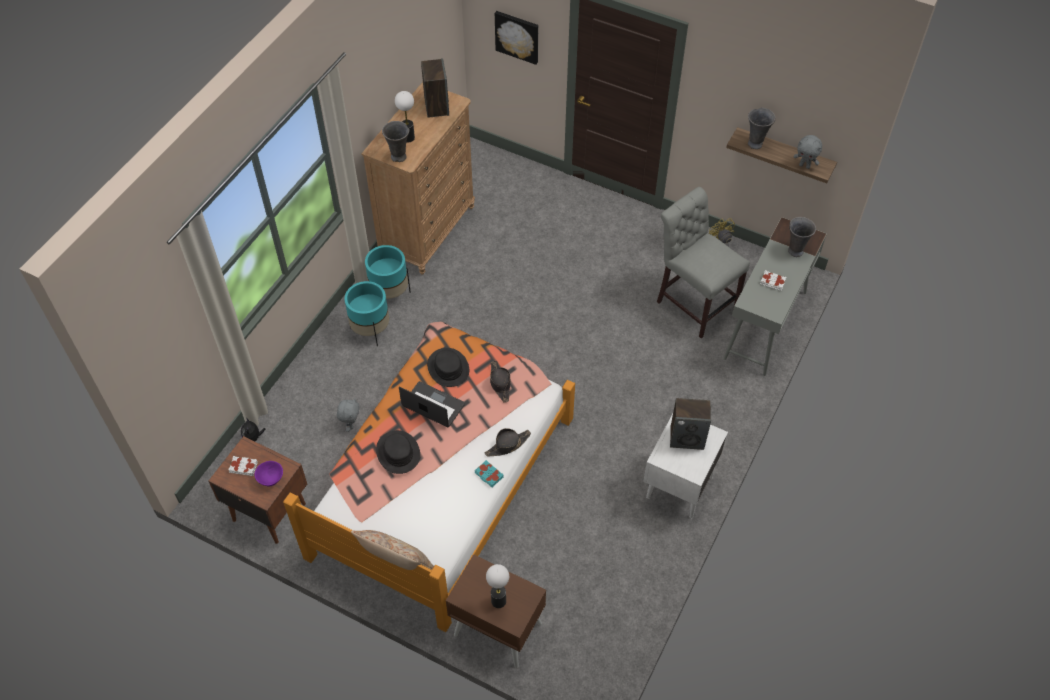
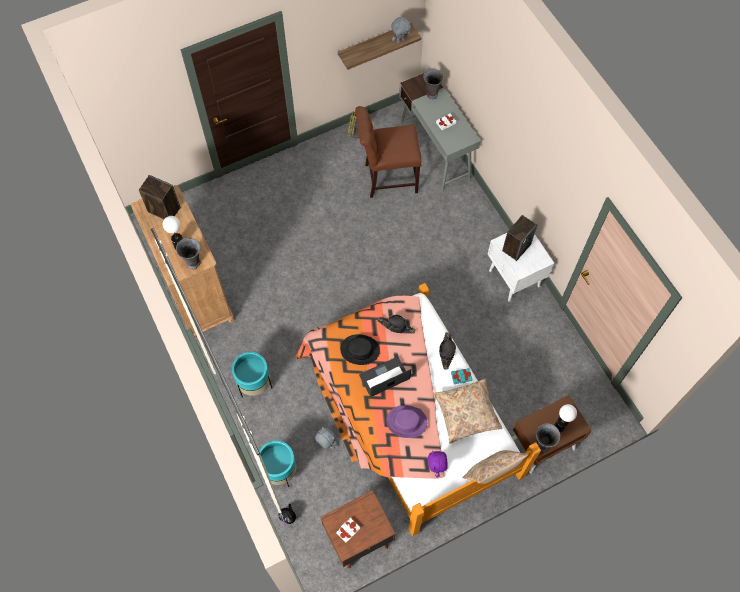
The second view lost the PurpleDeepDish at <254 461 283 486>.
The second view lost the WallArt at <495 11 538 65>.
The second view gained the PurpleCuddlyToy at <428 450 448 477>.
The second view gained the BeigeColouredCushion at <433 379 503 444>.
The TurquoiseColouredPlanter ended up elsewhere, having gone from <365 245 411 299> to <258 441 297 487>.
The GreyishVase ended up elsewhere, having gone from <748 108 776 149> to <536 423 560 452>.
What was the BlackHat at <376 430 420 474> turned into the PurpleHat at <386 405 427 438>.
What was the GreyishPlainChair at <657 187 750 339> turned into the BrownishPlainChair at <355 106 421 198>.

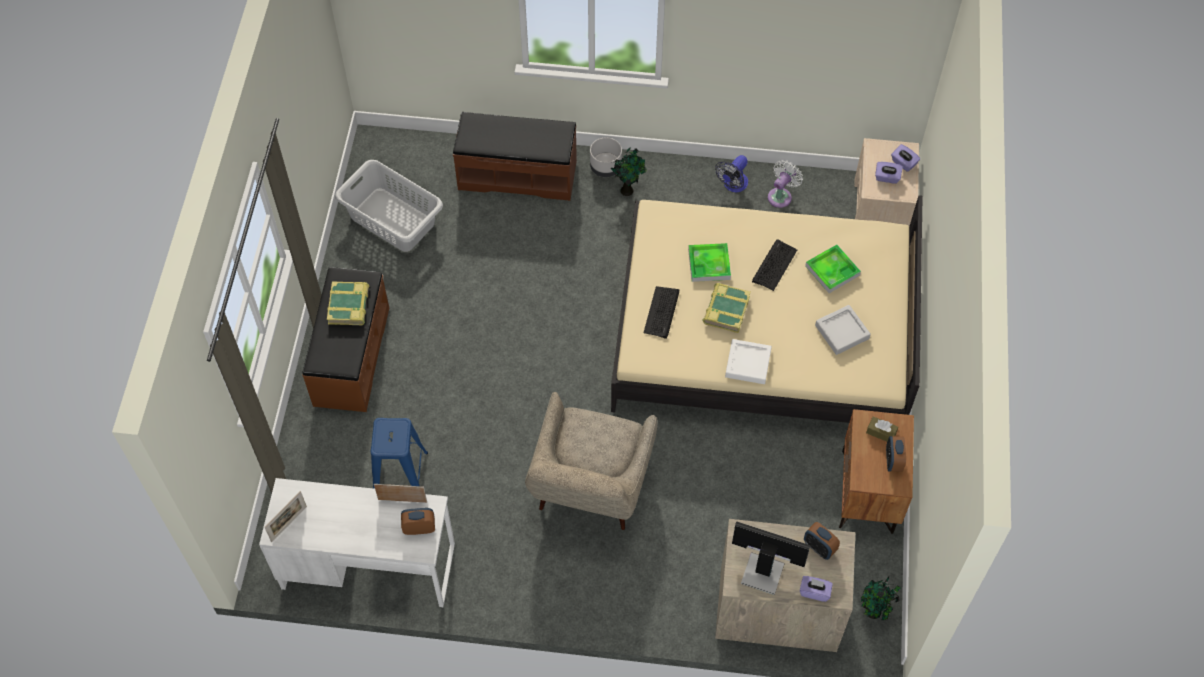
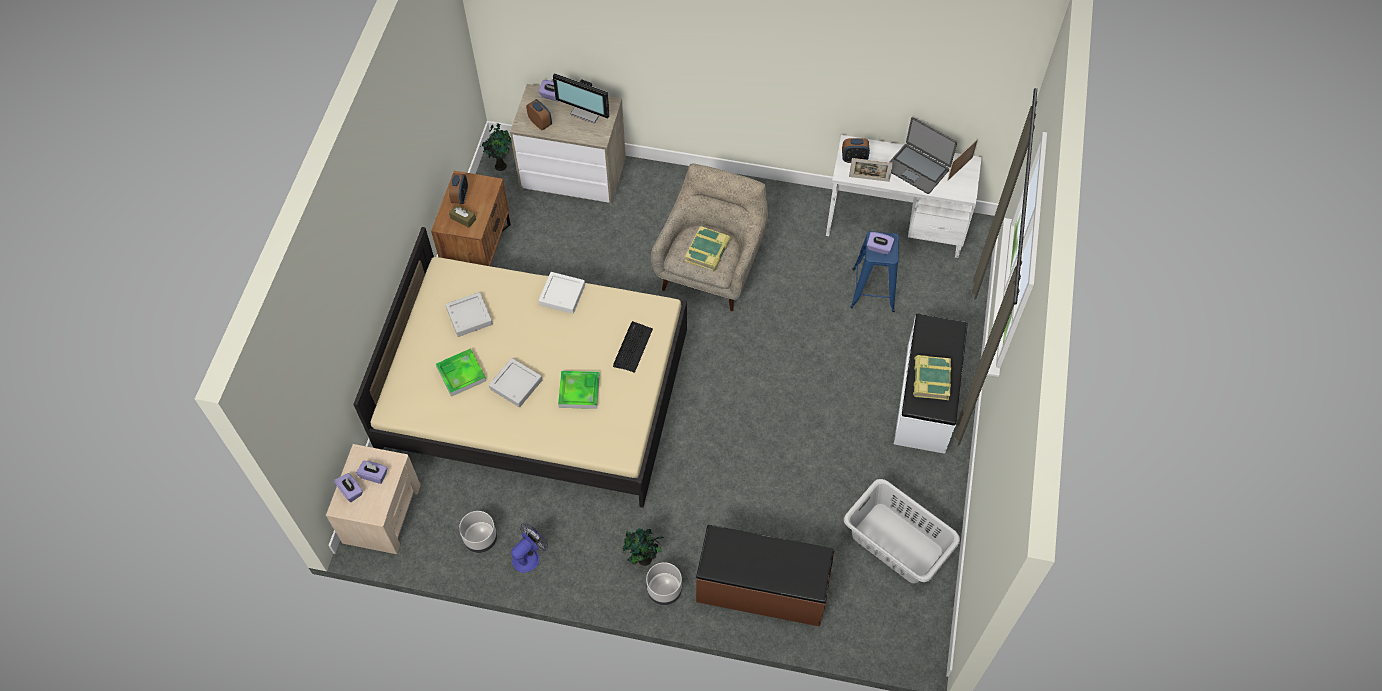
The second view gained the PurpleTissueHolder at <867 232 894 255>.
The second view gained the NotebookComputer at <889 117 957 194>.
The Book ended up elsewhere, having gone from <703 283 751 333> to <685 226 731 271>.
Where the PcKeyboard stood at <752 239 797 291>, the GreyishTray came to stand at <489 358 542 407>.
Where the WhiteElectricFan stood at <768 160 803 208>, the GreyishPlanter came to stand at <459 511 497 553>.
What was the BrownishBench at <303 267 390 412> turned into the WhiteBench at <894 314 968 454>.

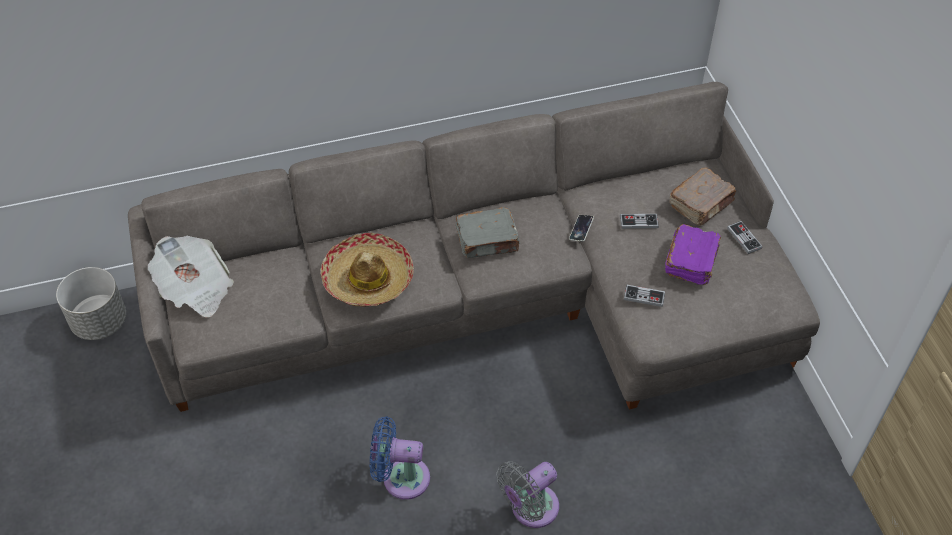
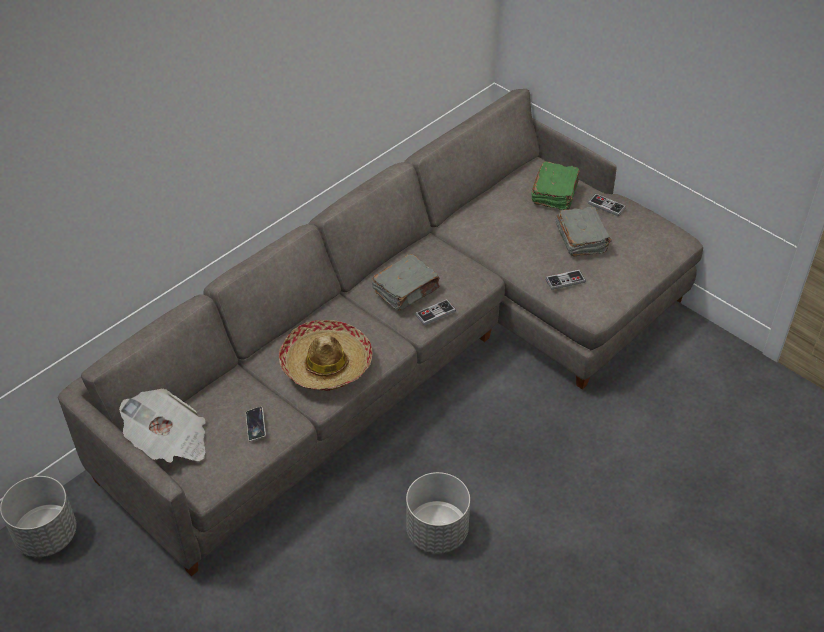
The second view lost the GreyishElectricFan at <496 461 559 528>.
The Phone ended up elsewhere, having gone from <569 215 594 242> to <246 407 266 441>.
The GameController ended up elsewhere, having gone from <620 214 659 229> to <415 299 456 325>.
Where the BlueElectricFan stood at <370 416 430 500>, the GreyishPlanter came to stand at <406 472 470 554>.
What was the PurpleBook at <665 224 721 285> turned into the GreyishBook at <555 206 612 256>.
What was the BrownishBook at <669 168 736 226> turned into the GreenColouredBook at <531 161 580 210>.

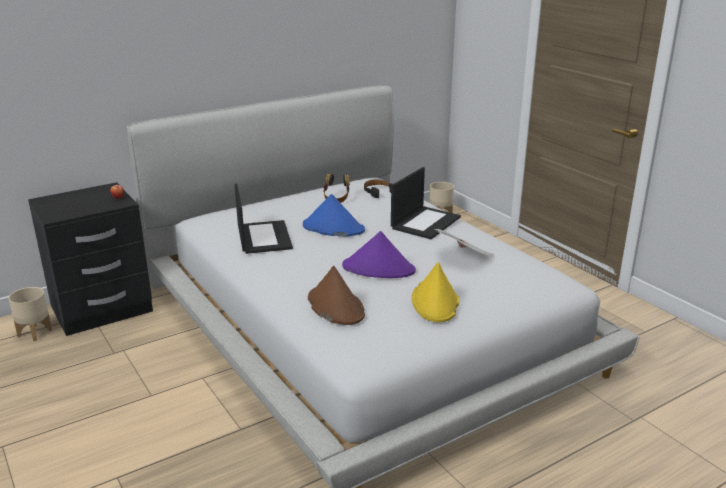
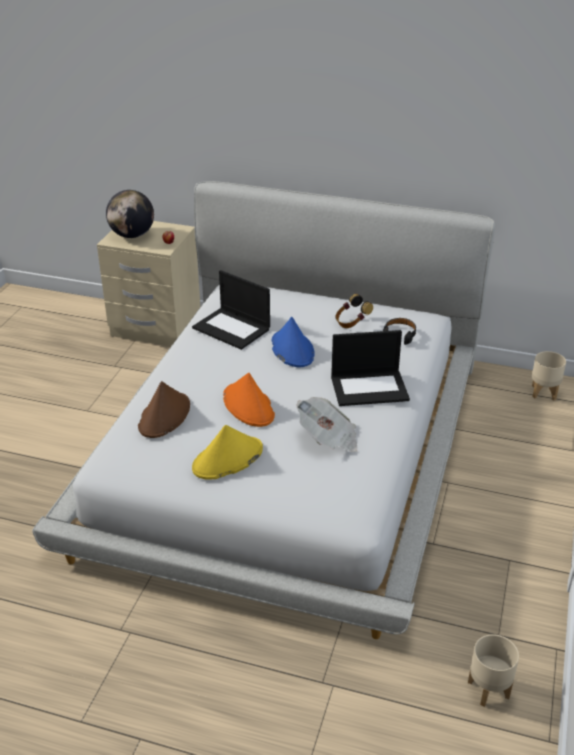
The second view gained the DeskGlobe at <106 190 154 238>.
The BeigeColouredPlanter ended up elsewhere, having gone from <9 287 52 341> to <468 635 519 707>.
What was the BlackNightstand at <28 182 153 336> turned into the BeigeColouredNightstand at <97 221 200 347>.
What was the PurpleHat at <342 231 416 278> turned into the OrangeyHat at <223 373 275 427>.
The NotebookComputer at <235 183 293 254> ended up facing another way, 90 degrees clockwise from before.

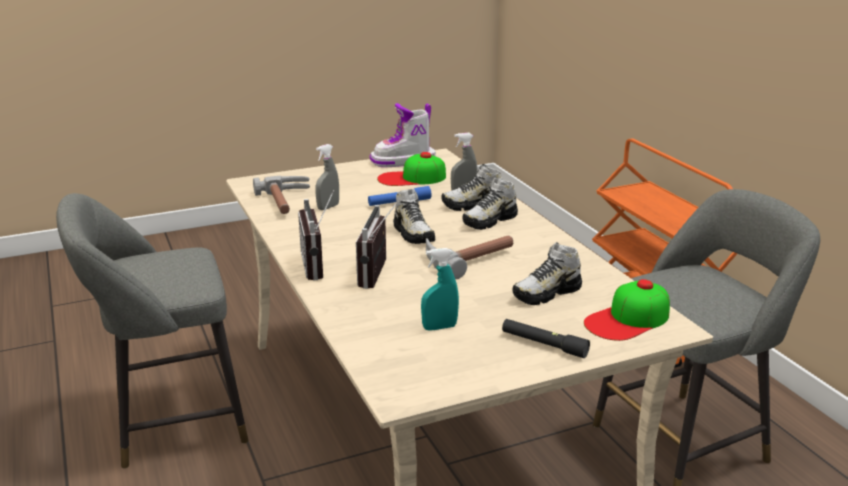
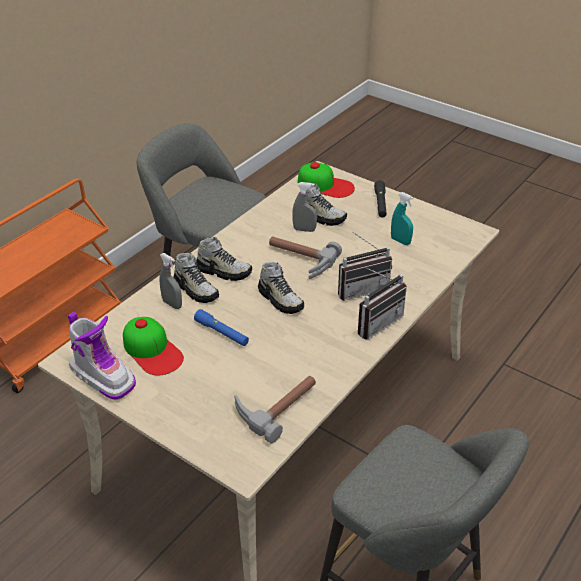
The GreyishHandSprayer ended up elsewhere, having gone from <315 144 339 210> to <292 182 317 232>.
The LowShoe at <393 189 435 244> ended up facing another way, 105 degrees clockwise from before.

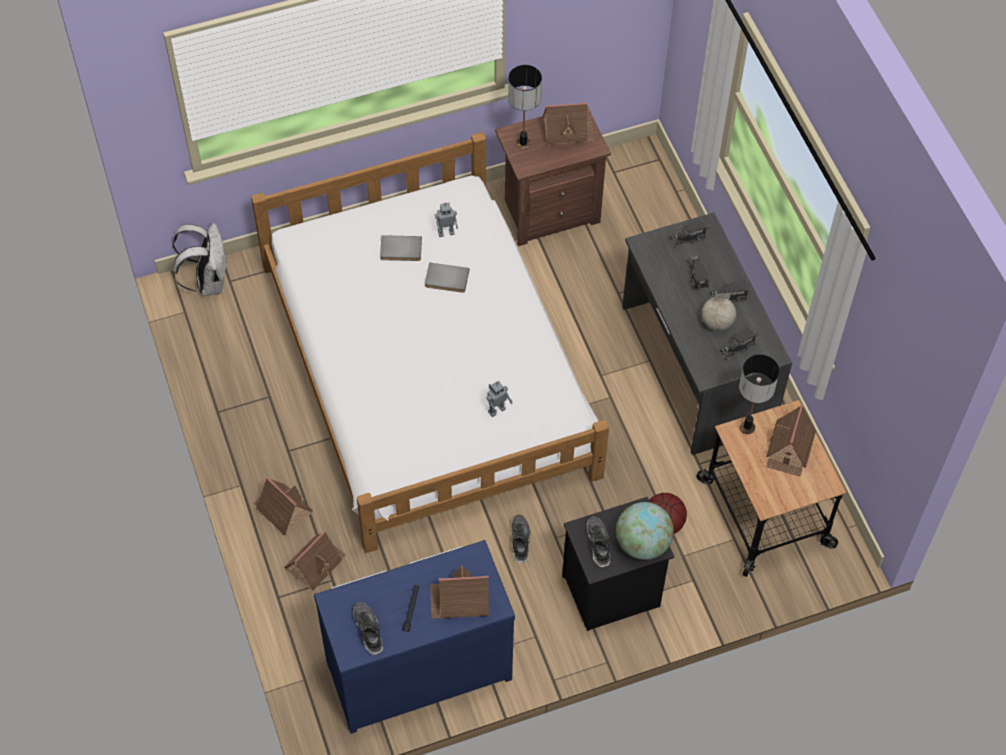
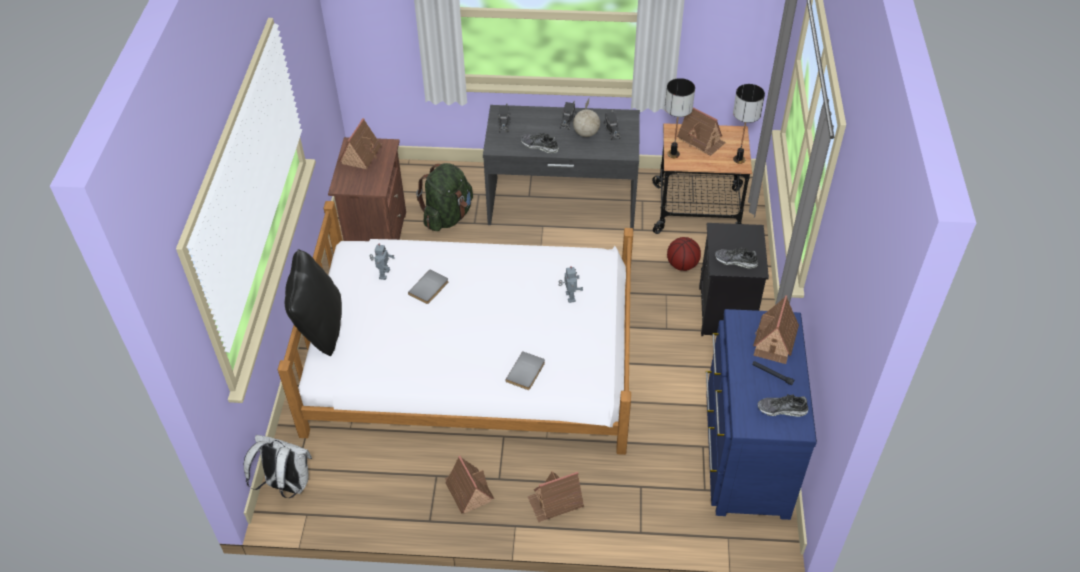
The second view lost the DeskGlobe at <616 502 674 560>.
The second view lost the ToyLorry at <688 256 709 290>.
The second view gained the BlackCushion at <285 249 342 356>.
The second view gained the GreenColouredKnapsack at <416 163 473 231>.
The MiniatureHouse ended up elsewhere, having gone from <284 530 346 590> to <445 456 494 514>.
The GreyishBook ended up elsewhere, having gone from <380 235 422 261> to <506 351 545 390>.
The LampForATable ended up elsewhere, having gone from <508 65 542 149> to <733 84 765 164>.
The LowShoe ended up elsewhere, having gone from <512 514 531 563> to <521 133 559 153>.

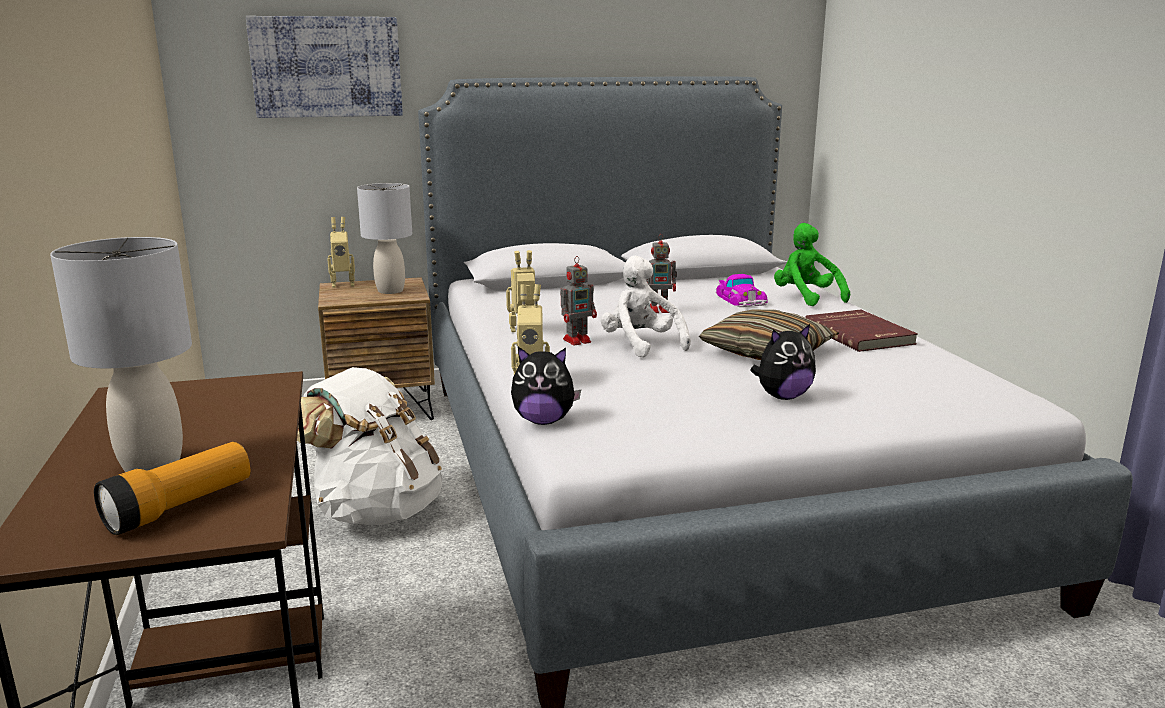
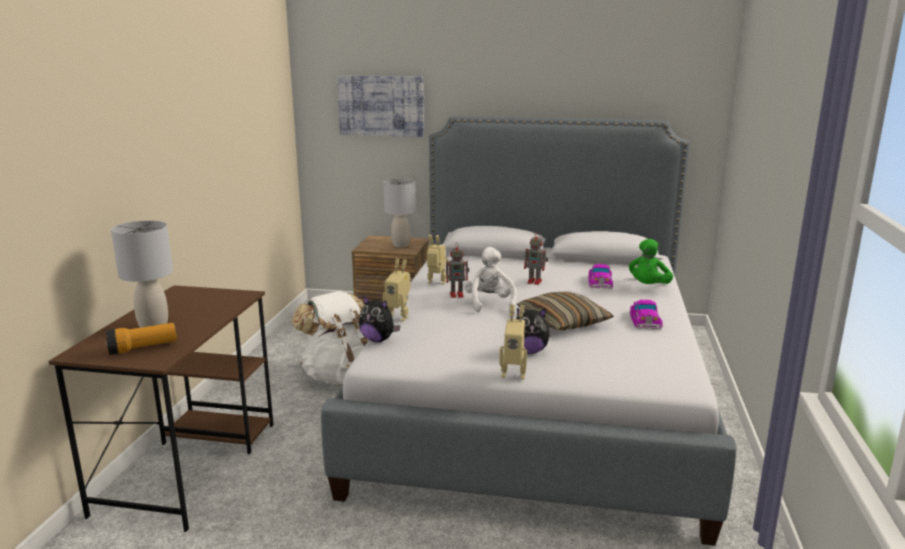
The RobotFigure ended up elsewhere, having gone from <327 217 355 288> to <499 305 527 379>.
Where the RedColouredBook stood at <805 310 918 352>, the MiniatureCar came to stand at <630 300 663 329>.
The GreenColouredCuddlyToy at <774 223 850 306> ended up facing another way, 150 degrees counterclockwise from before.

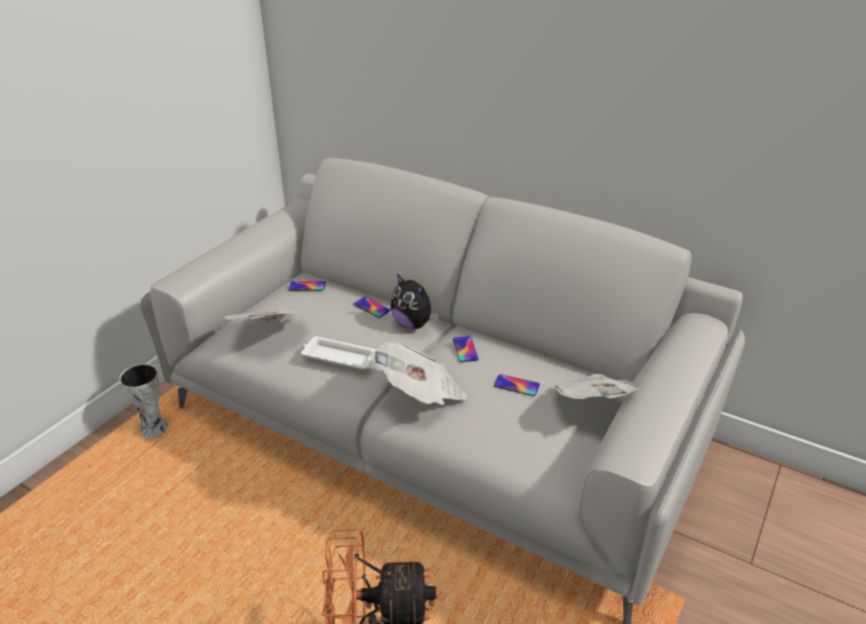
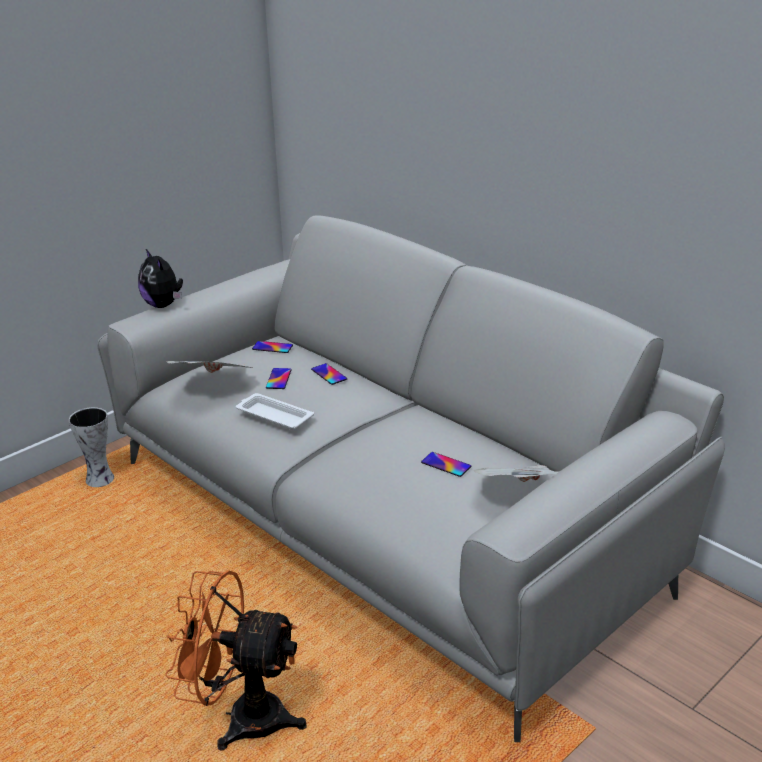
The second view lost the PrintedPaper at <370 341 468 405>.
The CuddlyToy ended up elsewhere, having gone from <390 274 439 329> to <138 249 183 308>.
The Phone ended up elsewhere, having gone from <453 336 479 362> to <266 368 292 389>.

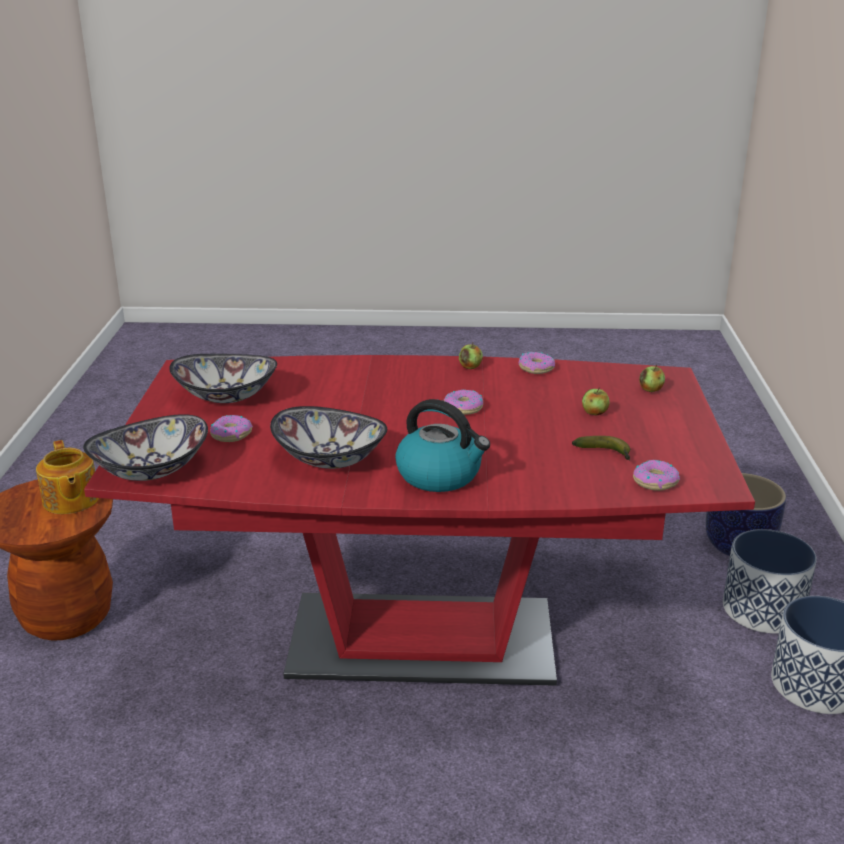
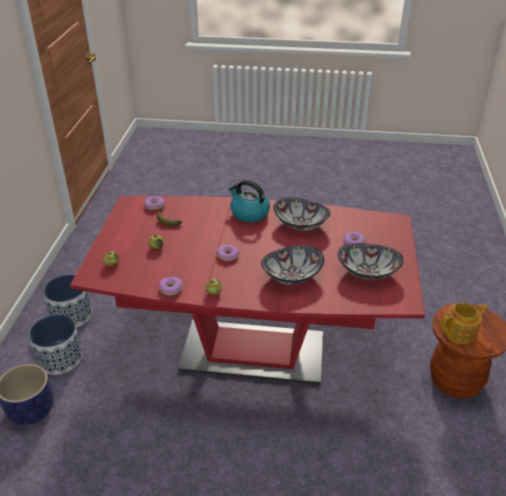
The DeepDish ended up elsewhere, having gone from <83 414 208 481> to <261 245 324 285>.
The TeaPot at <36 440 99 514> ended up facing another way, 90 degrees clockwise from before.

